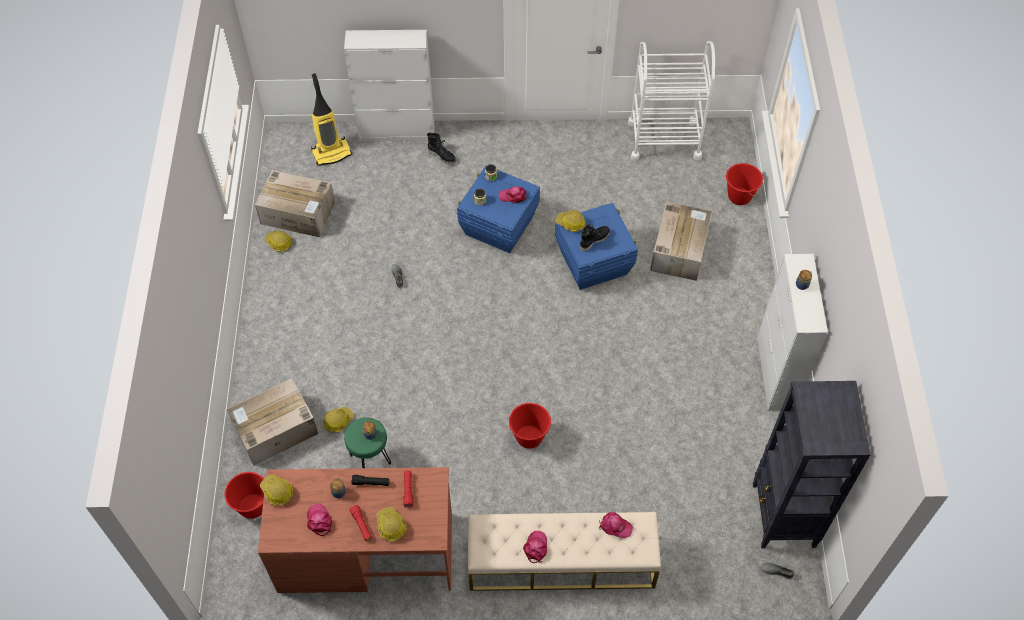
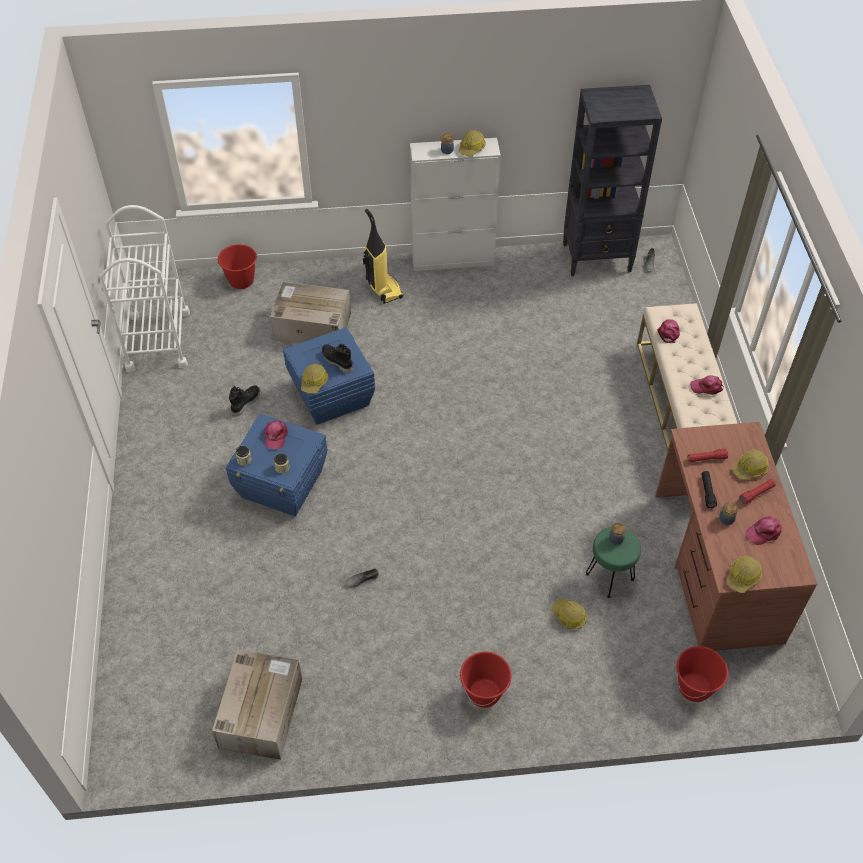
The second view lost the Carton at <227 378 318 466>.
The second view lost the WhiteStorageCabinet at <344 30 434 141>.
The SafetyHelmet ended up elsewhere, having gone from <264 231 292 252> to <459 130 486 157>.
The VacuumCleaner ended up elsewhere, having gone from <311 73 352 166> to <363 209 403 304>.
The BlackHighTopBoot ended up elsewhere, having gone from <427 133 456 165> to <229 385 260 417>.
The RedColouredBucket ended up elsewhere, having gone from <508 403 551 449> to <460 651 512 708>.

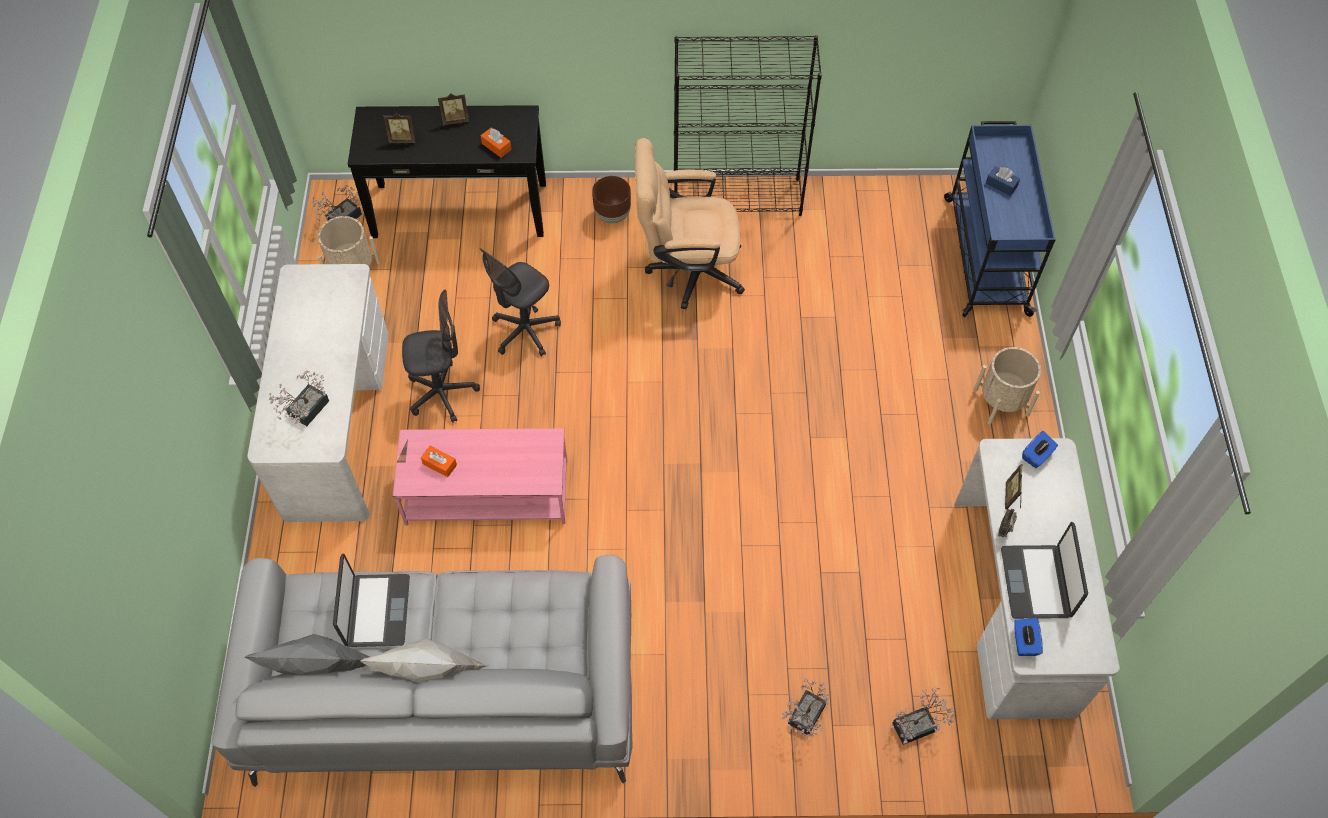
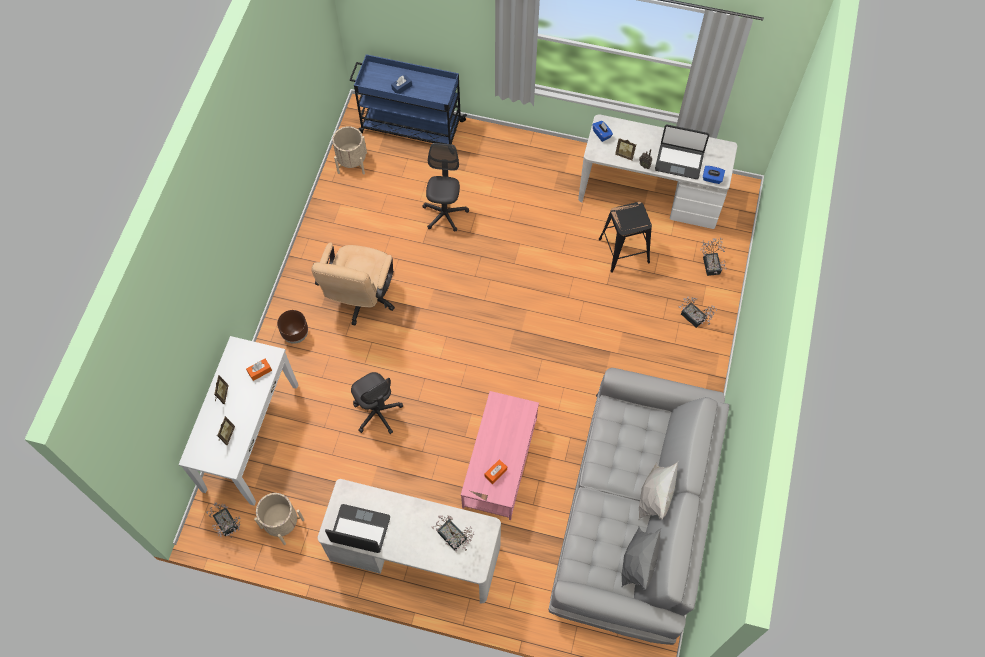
The second view lost the BlackBookshelf at <674 35 822 216>.
The second view gained the BlackSittingStool at <599 202 652 273>.
The NotebookComputer ended up elsewhere, having gone from <333 554 410 647> to <325 504 390 553>.
The GreyishDeskChair ended up elsewhere, having gone from <402 290 480 423> to <422 143 469 232>.
The BeigeColouredPlanter ended up elsewhere, having gone from <974 347 1041 425> to <332 126 367 175>.
What was the BlackNarrowTable at <348 105 546 238> turned into the WhiteNarrowTable at <179 336 298 506>.

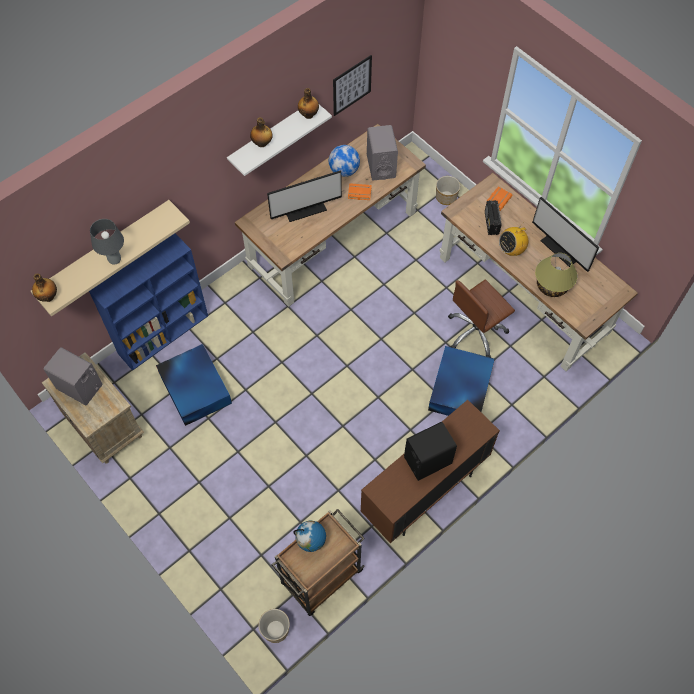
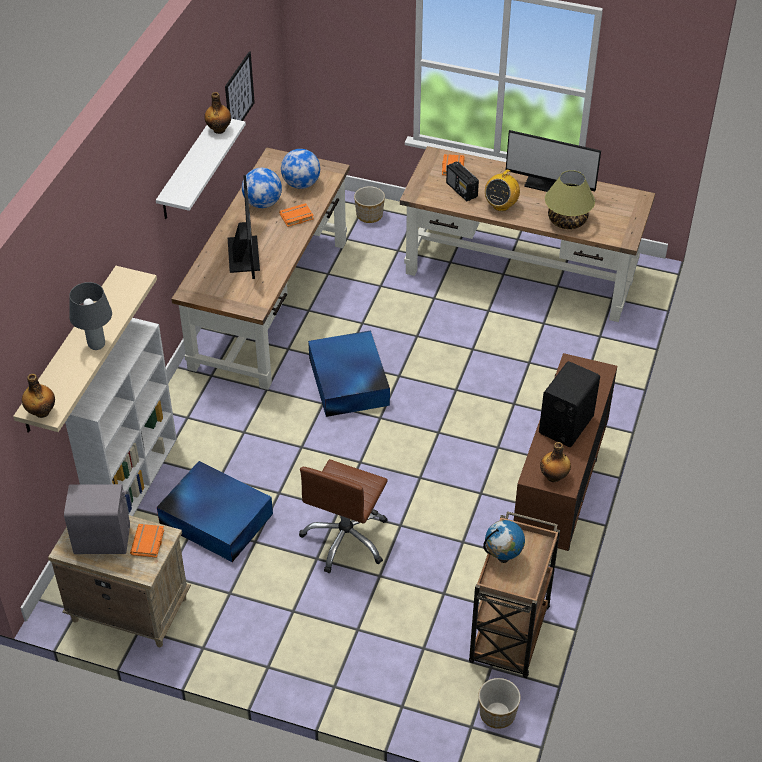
The second view gained the OrangeyBook at <130 524 164 558>.
The Bottle ended up elsewhere, having gone from <250 117 272 147> to <540 442 571 482>.
The BlueStorageBin ended up elsewhere, having gone from <428 346 495 416> to <308 330 390 417>.
The BrownishDeskChair ended up elsewhere, having gone from <448 280 515 358> to <299 459 388 573>.
Where the GreyishAudioSpeaker stood at <367 125 398 181>, the DeskGlobe came to stand at <281 149 320 189>.
What was the BlueBookshelf at <89 233 208 371> turned into the WhiteBookshelf at <65 318 177 516>.
The ComputerDisplay at <267 170 342 222> ended up facing another way, 45 degrees counterclockwise from before.

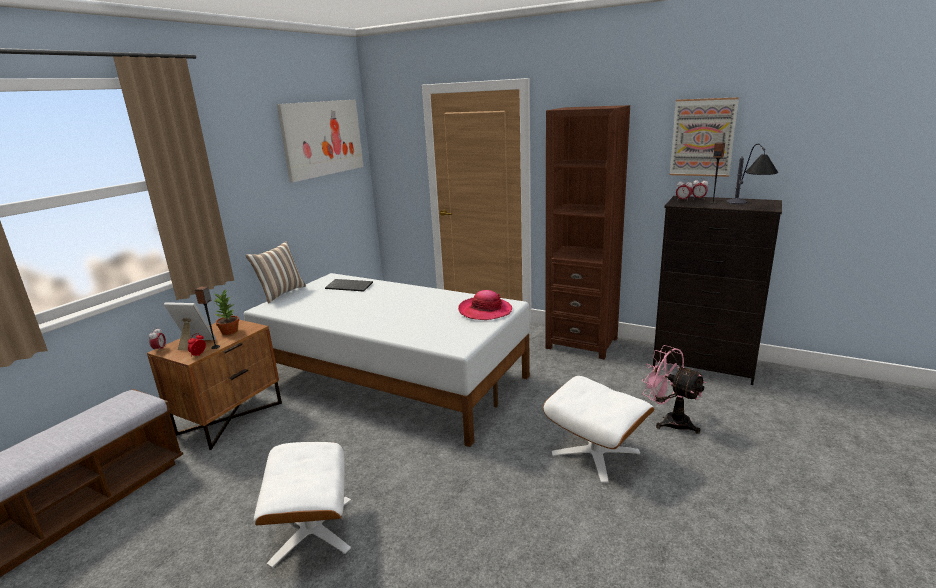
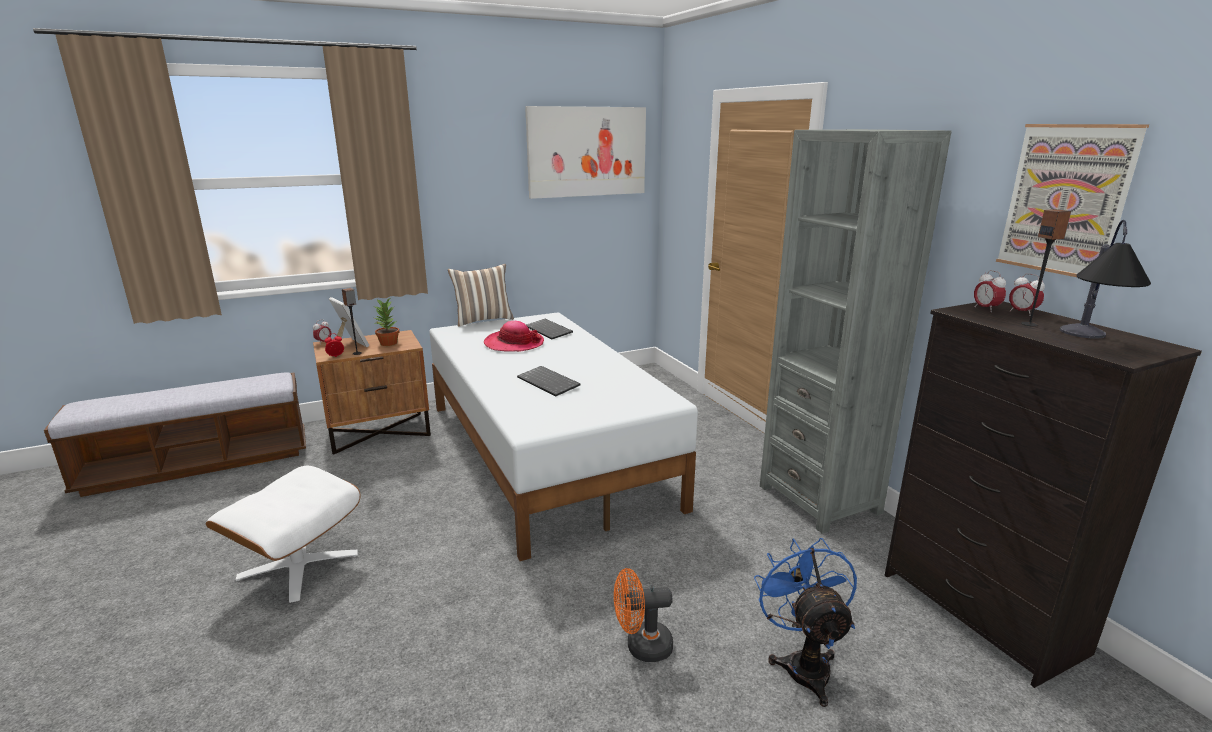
The second view gained the PcKeyboard at <517 366 581 396>.
The Hat ended up elsewhere, having gone from <458 290 512 320> to <484 321 544 352>.
Where the WhiteFootrest stood at <543 376 654 483>, the OrangeyElectricFan came to stand at <614 568 673 662>.
What was the BrownishBookshelf at <545 105 630 359> turned into the GreyishBookshelf at <760 129 952 534>.
What was the PinkishElectricFan at <641 345 706 434> turned into the BlueElectricFan at <754 538 857 707>.

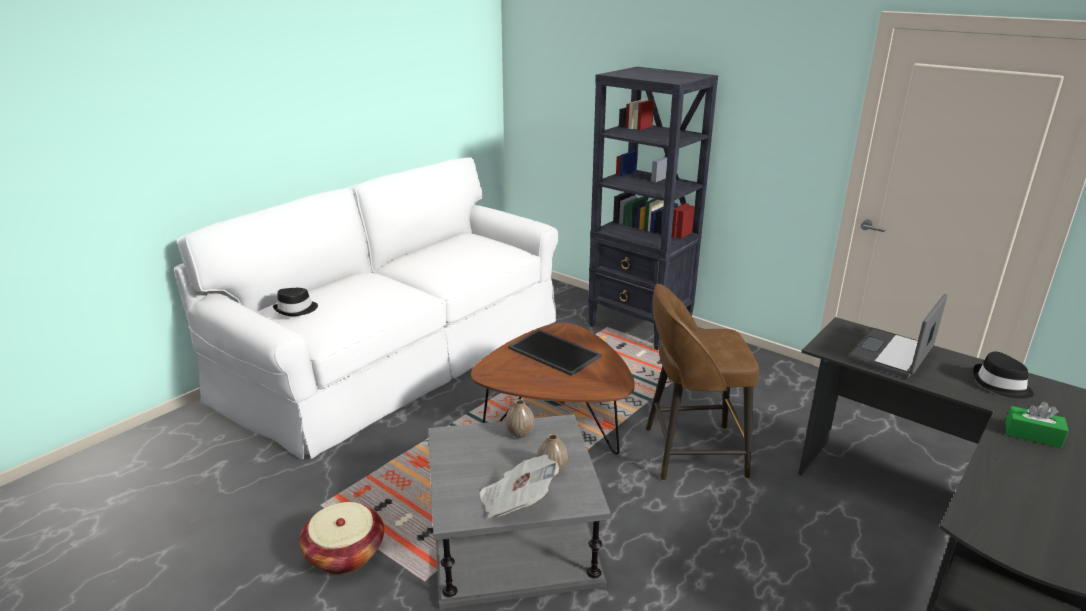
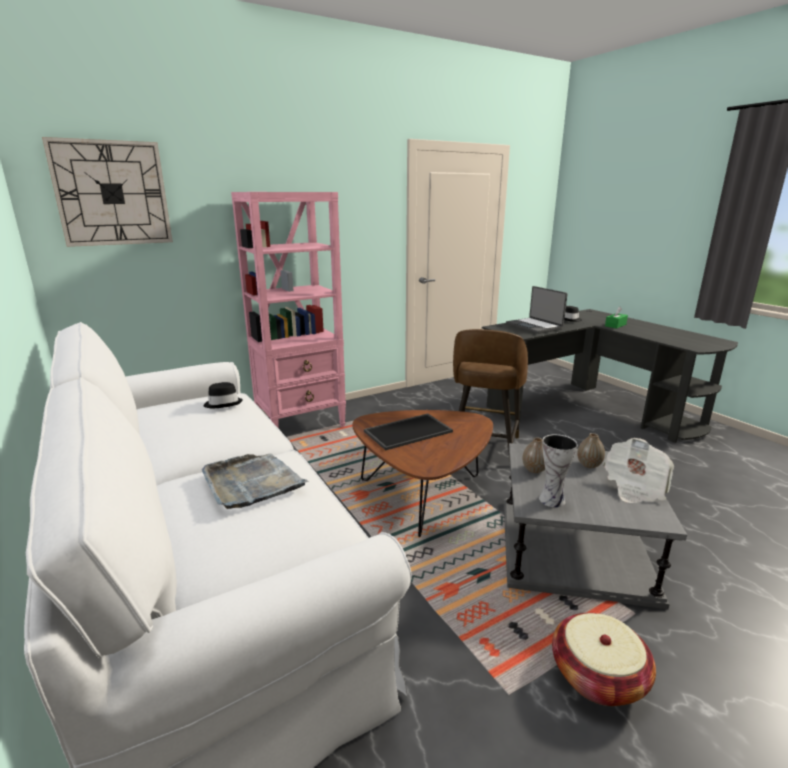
The second view gained the HangingClock at <42 137 173 247>.
The second view gained the GreyishTray at <202 453 309 509>.
The second view gained the Vase at <539 434 578 508>.
The BlackHat ended up elsewhere, having gone from <273 288 318 316> to <204 382 243 408>.
What was the BlackBookshelf at <588 67 718 350> turned into the PinkishBookshelf at <231 192 346 429>.

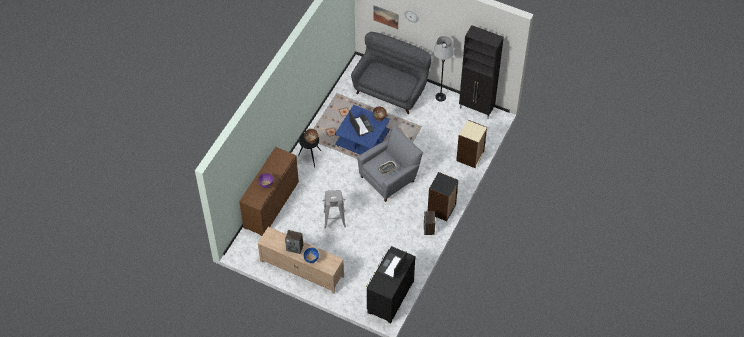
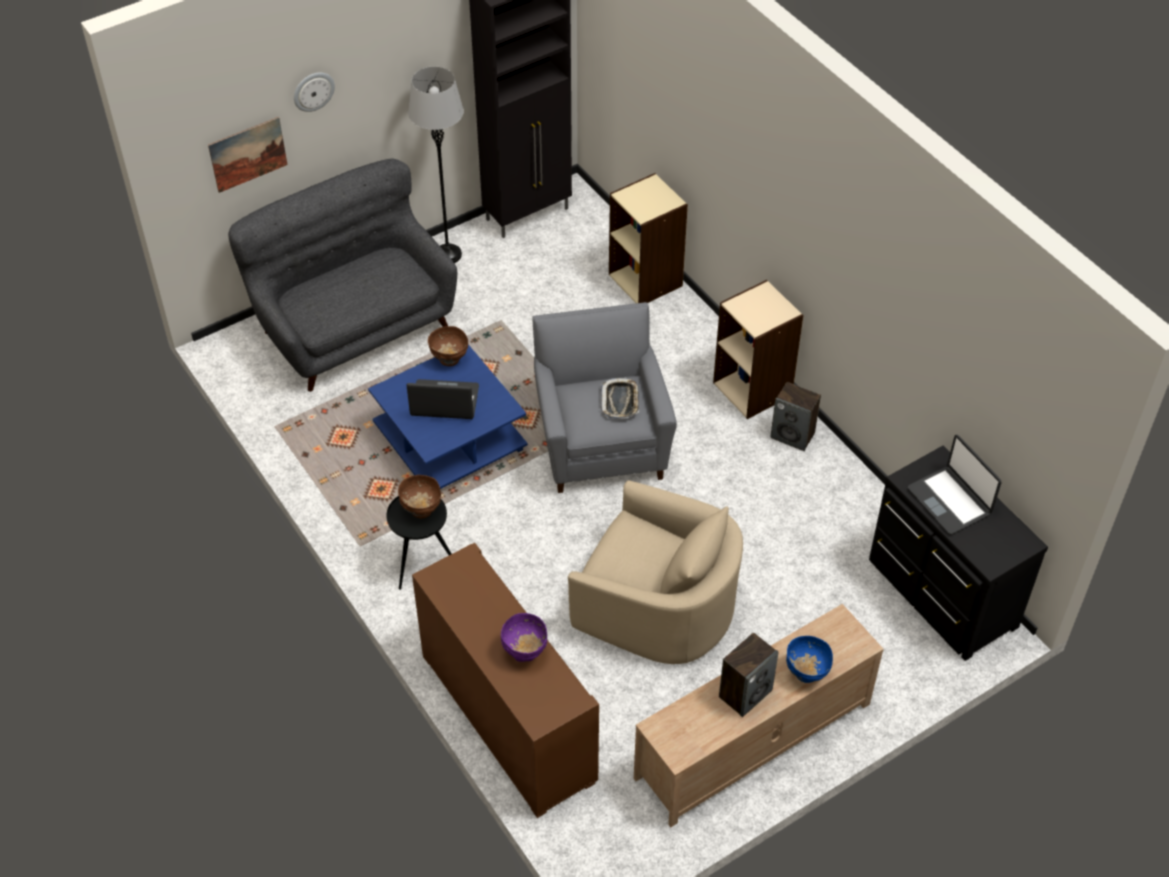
Where the GreyishSittingStool stood at <322 190 346 228>, the BeigeColouredArmchair came to stand at <568 480 743 664>.
What was the BlackBookshelf at <428 172 458 221> turned into the BeigeColouredBookshelf at <713 280 803 419>.

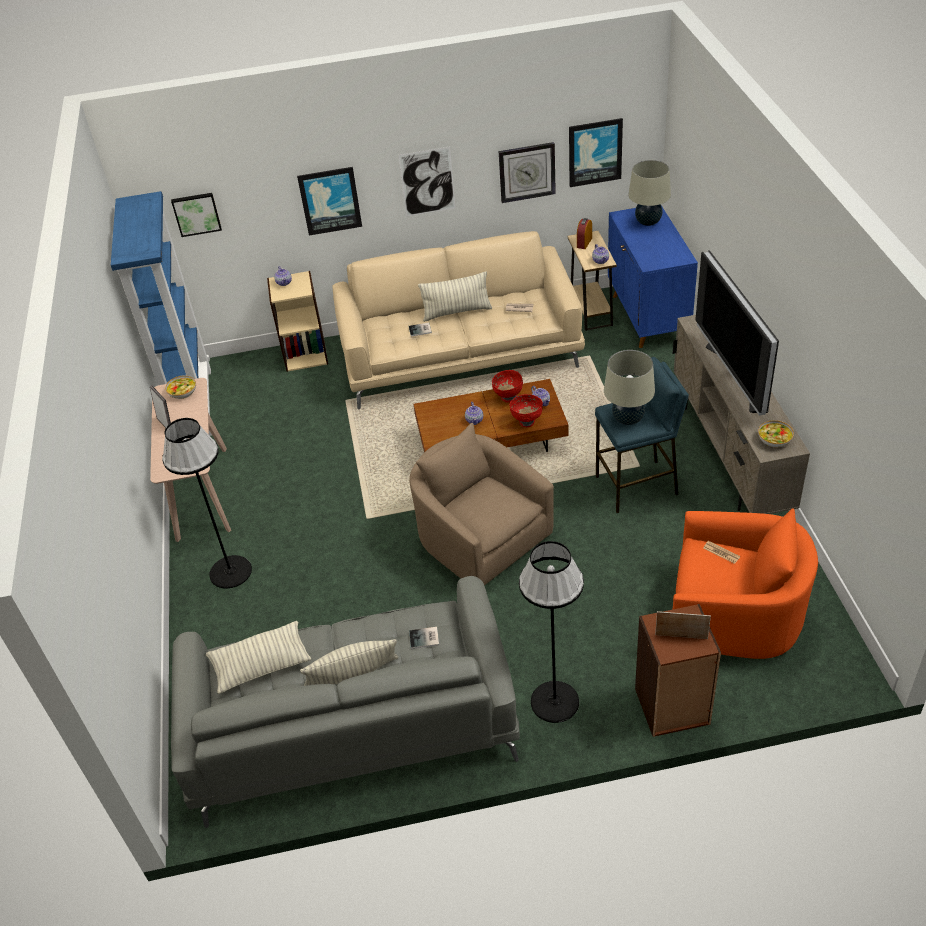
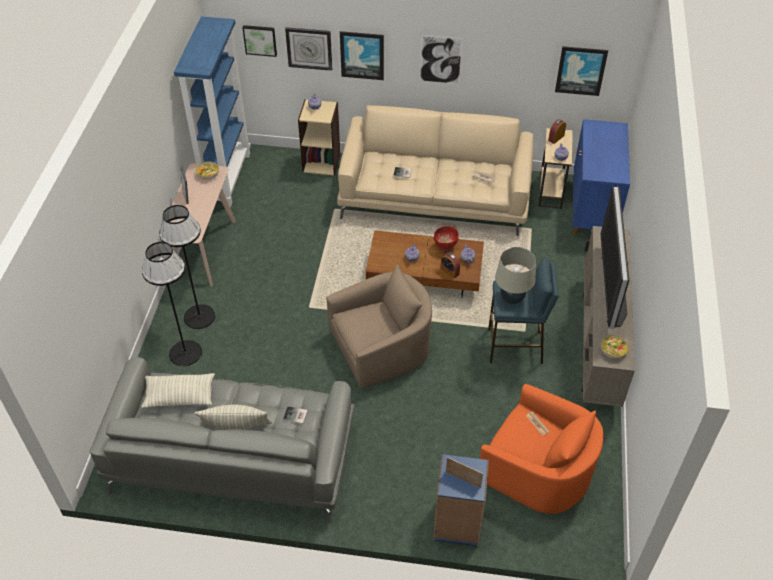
The second view lost the Cushion at <418 271 492 322>.
The second view lost the BeigeColouredLampForATable at <628 160 671 226>.
The HangingClock ended up elsewhere, having gone from <499 142 556 203> to <285 27 332 71>.
The BlackStandardLamp ended up elsewhere, having gone from <519 541 584 723> to <142 242 202 366>.
Where the RedColouredDeepDish stood at <509 394 543 427>, the TableClock came to stand at <441 253 460 278>.
What was the BrownishBookshelf at <635 604 721 737> turned into the BlueBookshelf at <433 454 489 546>.
The BeigeColouredArmchair at <409 423 554 586> ended up facing another way, 90 degrees clockwise from before.

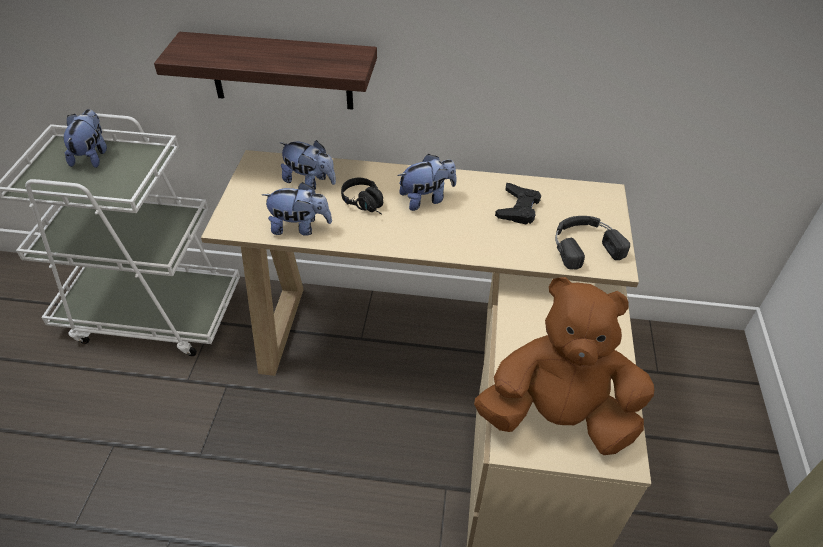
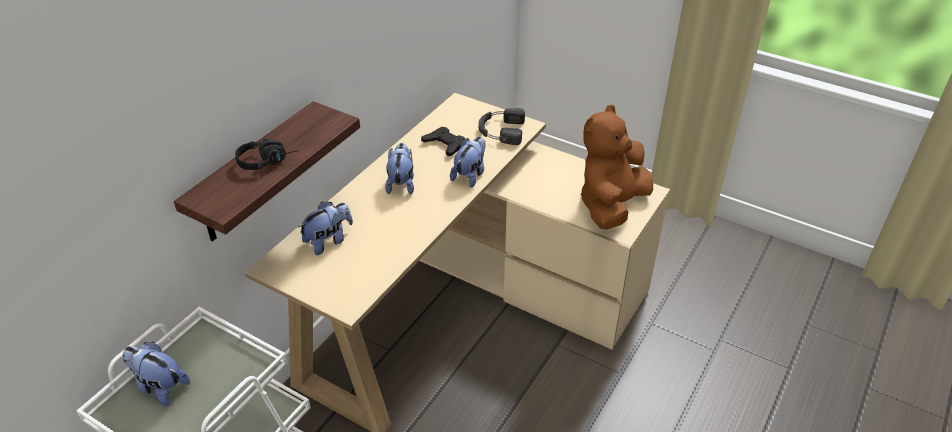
The CuddlyToy ended up elsewhere, having gone from <262 182 332 236> to <450 136 486 188>.
The BlackHeadset ended up elsewhere, having gone from <341 178 383 215> to <235 139 299 170>.

